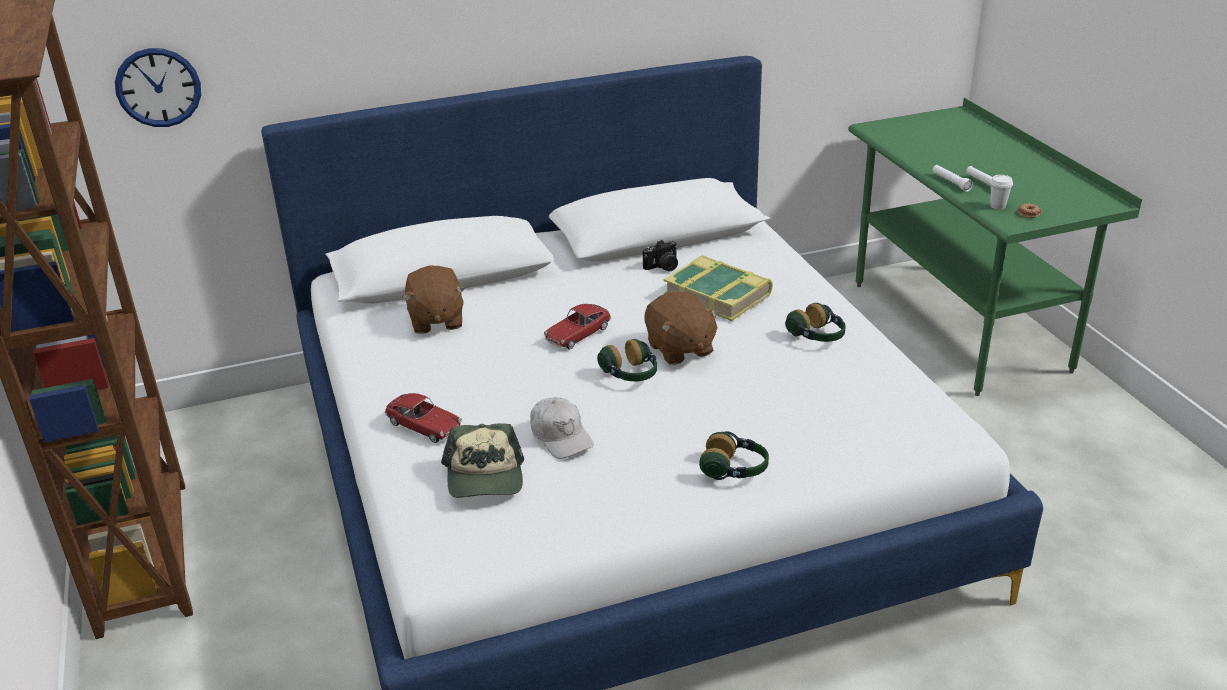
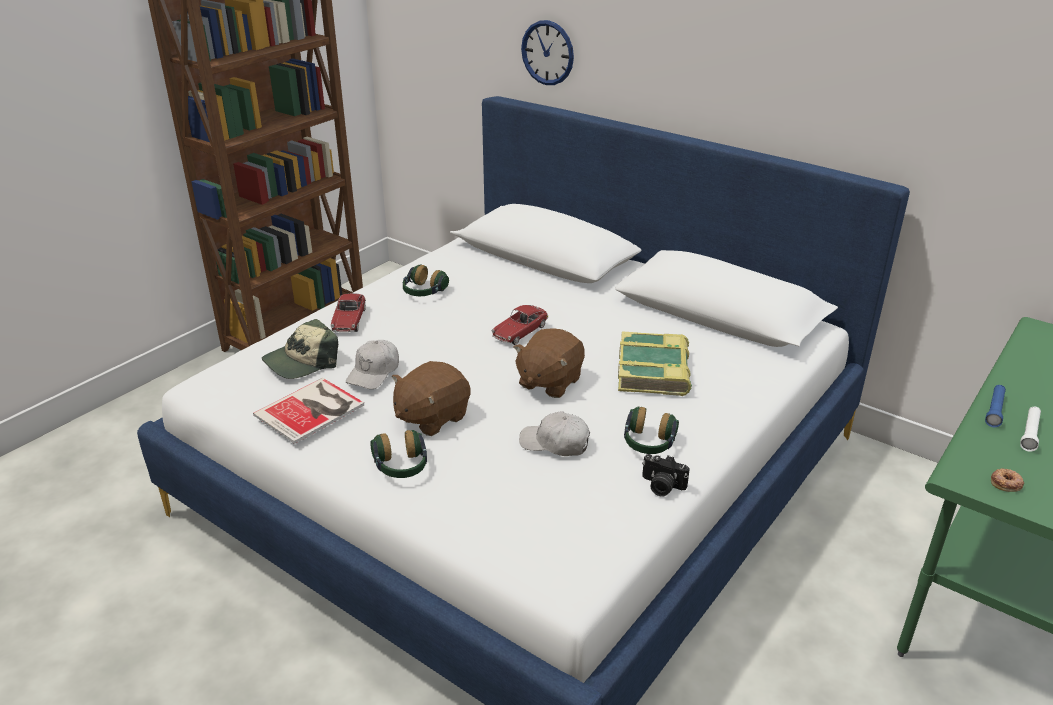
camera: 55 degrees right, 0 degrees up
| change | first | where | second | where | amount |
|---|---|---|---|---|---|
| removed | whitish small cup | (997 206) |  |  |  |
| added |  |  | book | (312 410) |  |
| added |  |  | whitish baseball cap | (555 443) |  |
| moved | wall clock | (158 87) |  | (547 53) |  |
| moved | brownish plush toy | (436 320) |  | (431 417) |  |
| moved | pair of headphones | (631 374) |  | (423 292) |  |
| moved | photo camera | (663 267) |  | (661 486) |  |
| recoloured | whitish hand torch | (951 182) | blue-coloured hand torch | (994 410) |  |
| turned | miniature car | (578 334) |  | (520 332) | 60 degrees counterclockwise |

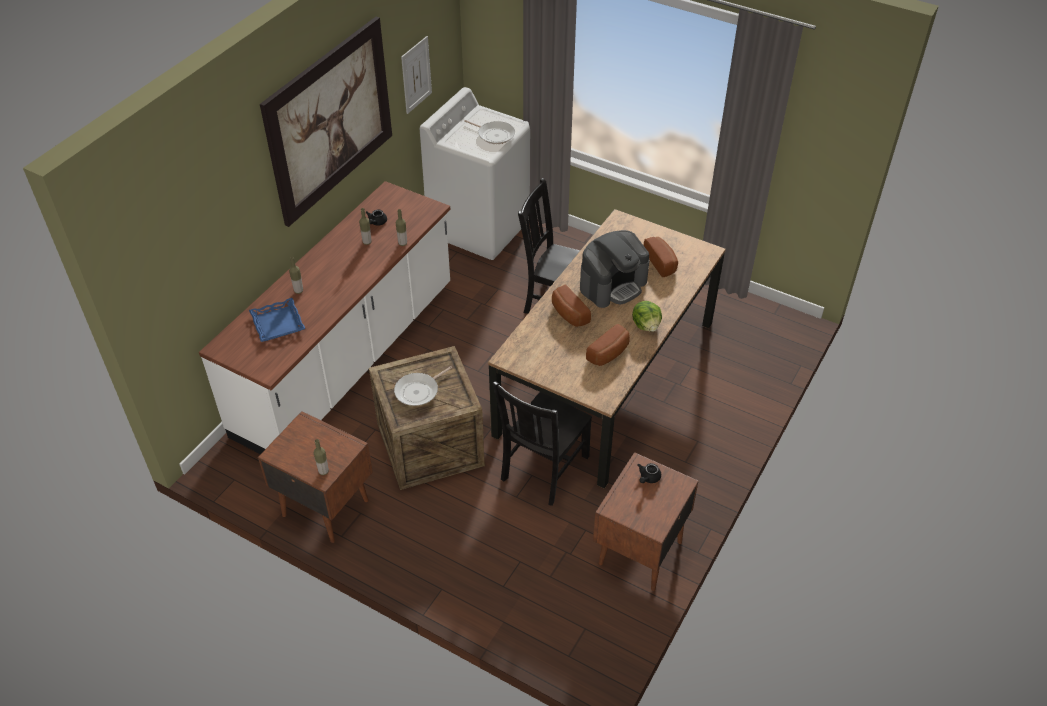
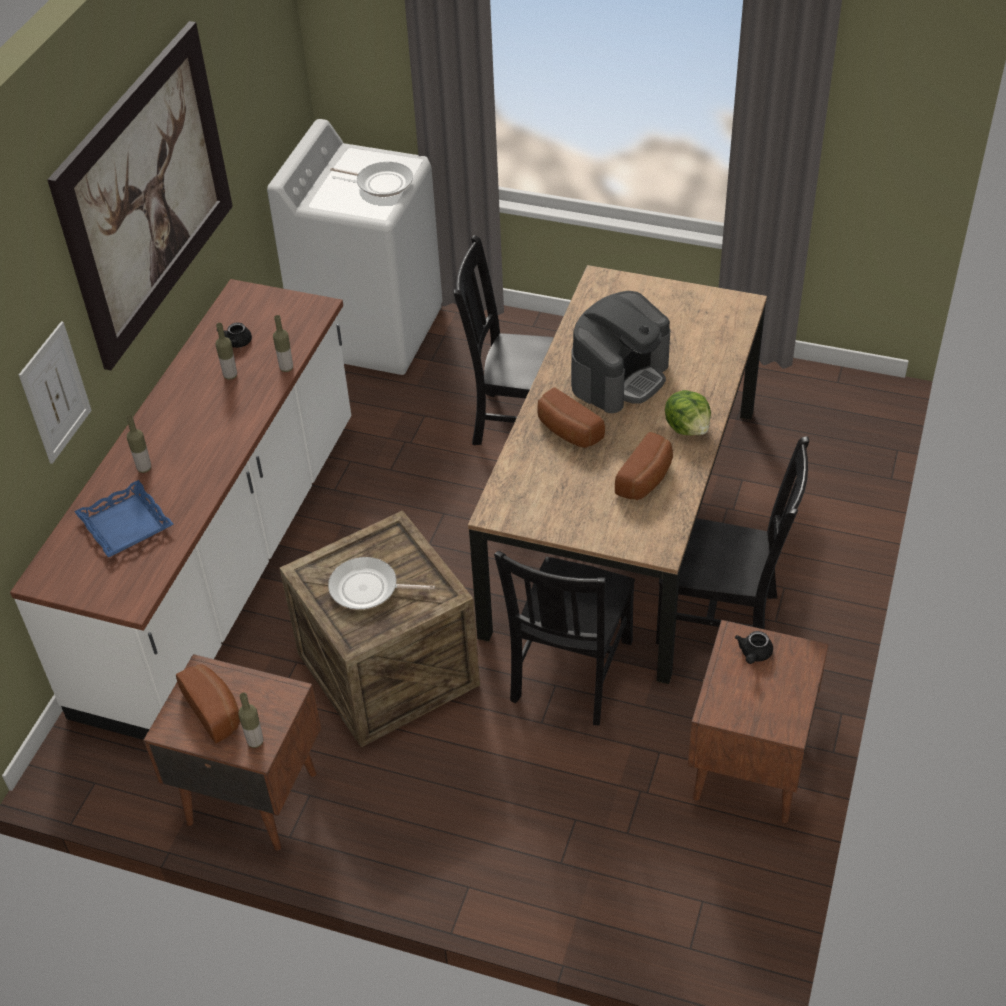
camera: 10 degrees left, 0 degrees up
| change | first | where | second | where | amount |
|---|---|---|---|---|---|
| added |  |  | black chair | (722 619) |  |
| moved | wall art | (416 75) |  | (55 393) |  |
| moved | baked bread | (662 262) |  | (215 710) |  |
| turned | frying pan | (419 391) |  | (368 589) | 60 degrees clockwise |

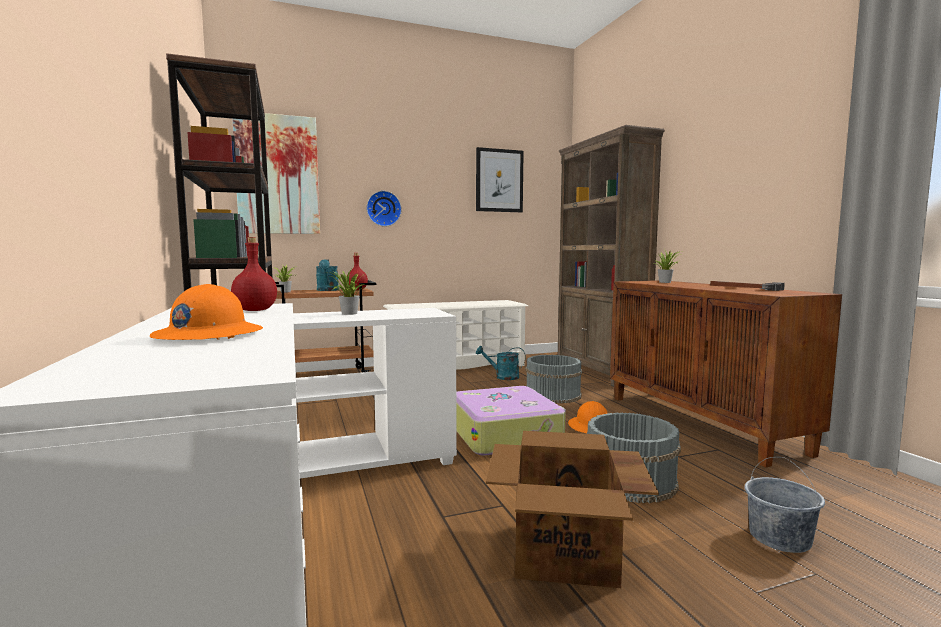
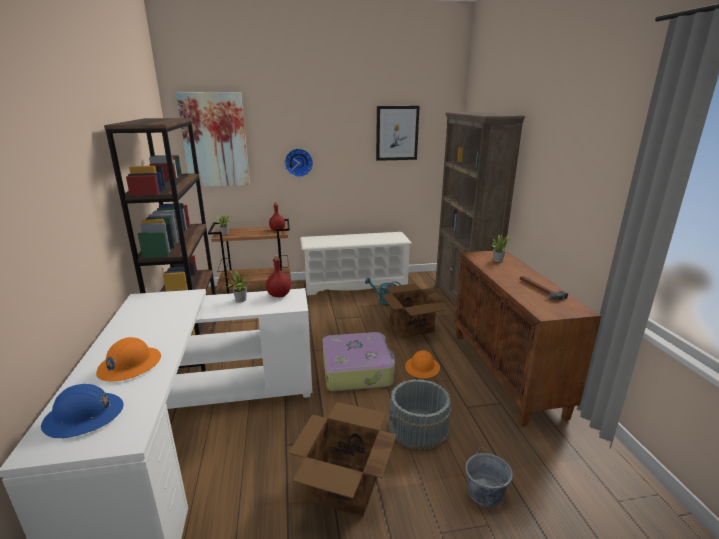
camera: 10 degrees right, 15 degrees up
| change | first | where | second | where | amount |
|---|---|---|---|---|---|
| removed | turquoise sprinkling can | (327 290) |  |  |  |
| added |  |  | blue-coloured hard hat | (84 416) |  |
| moved | red-coloured bottle | (256 310) |  | (279 295) |  |
| replaced | grey water bucket | (552 395) | cardboard box | (411 327) |  |

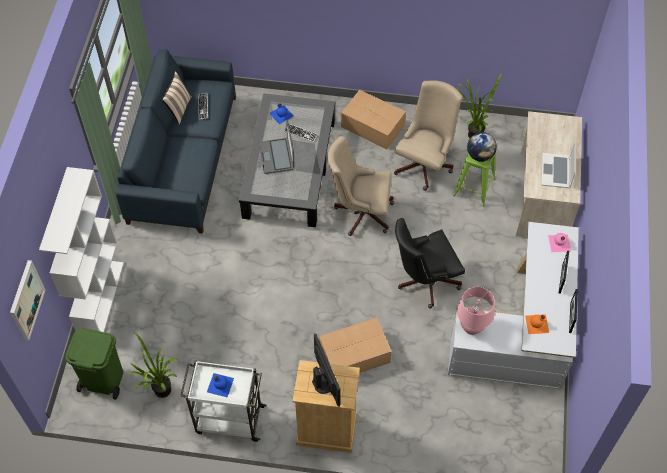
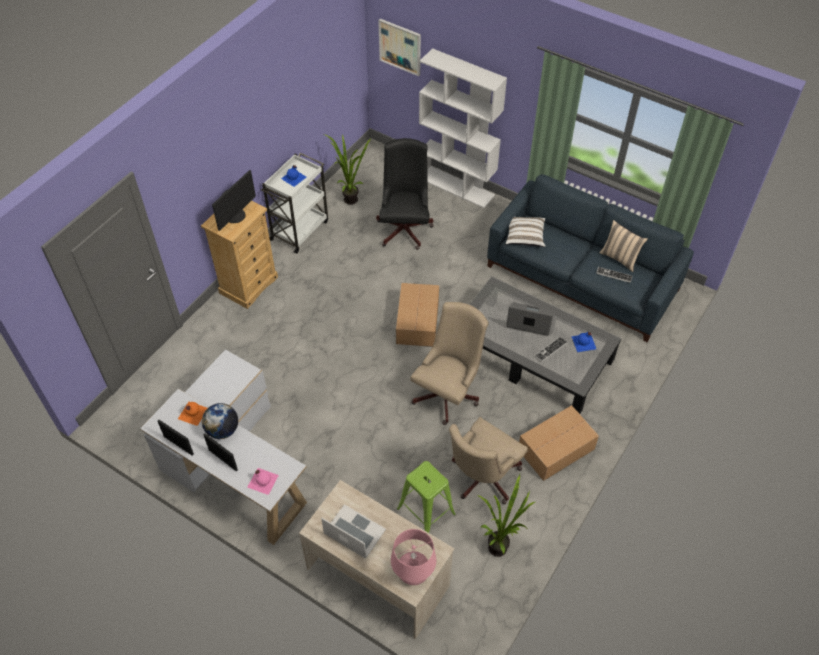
camera: 115 degrees right, 5 degrees down
| change | first | where | second | where | amount |
|---|---|---|---|---|---|
| removed | green rubbish bin | (103 379) |  |  |  |
| added |  |  | whitish throw pillow | (524 236) |  |
| moved | cardboard box | (353 355) |  | (418 321) |  |
| moved | black computer chair | (424 281) |  | (405 227) |  |
| moved | pinkish table lamp | (472 326) |  | (413 574) |  |
| moved | world globe | (480 155) |  | (223 430) |  |
| turned | computer display | (324 382) |  | (236 216) | 60 degrees counterclockwise |
| turned | sand-coloured computer chair | (425 163) |  | (481 478) | 75 degrees clockwise |

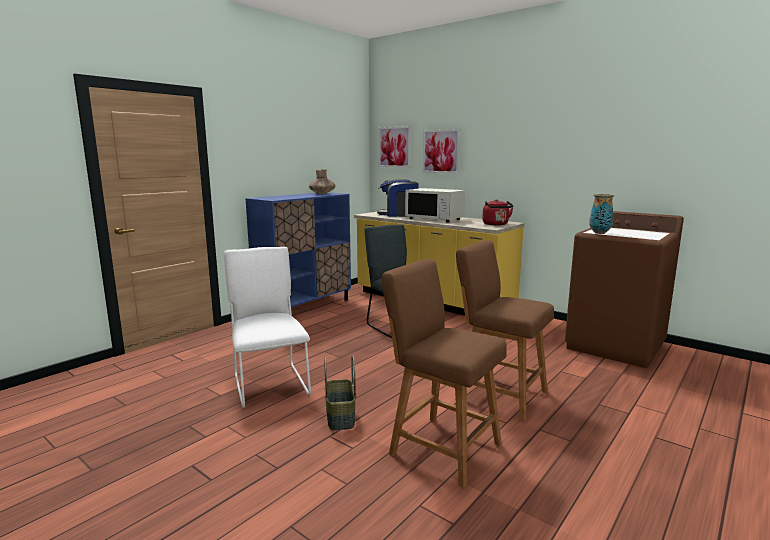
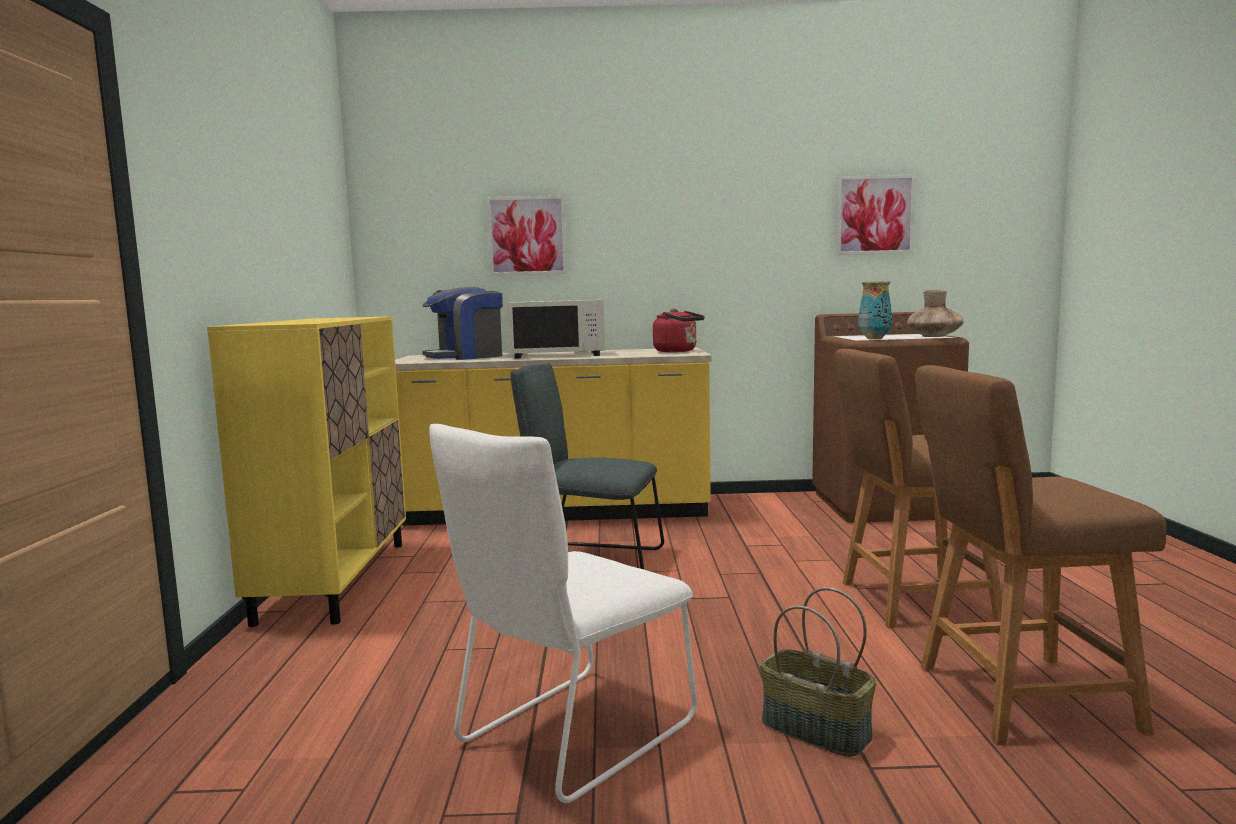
camera: 40 degrees left, 5 degrees down
| change | first | where | second | where | amount |
|---|---|---|---|---|---|
| moved | brownish vase | (322 193) |  | (934 336) |  |
| moved | wall art | (395 147) |  | (874 215) |  |
| recoloured | blue-coloured cupboard | (305 307) | yellow cupboard | (335 580) |  |
| turned | whitish chair | (269 383) |  | (569 736) | 75 degrees counterclockwise |

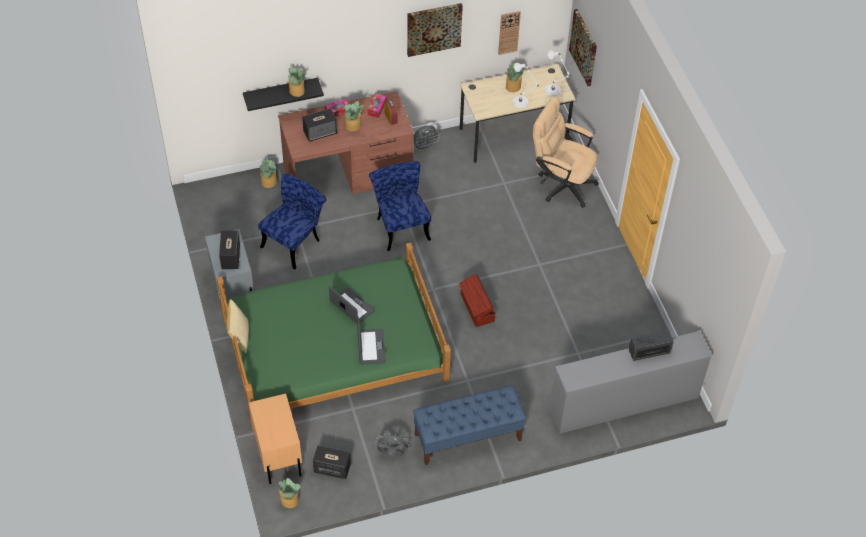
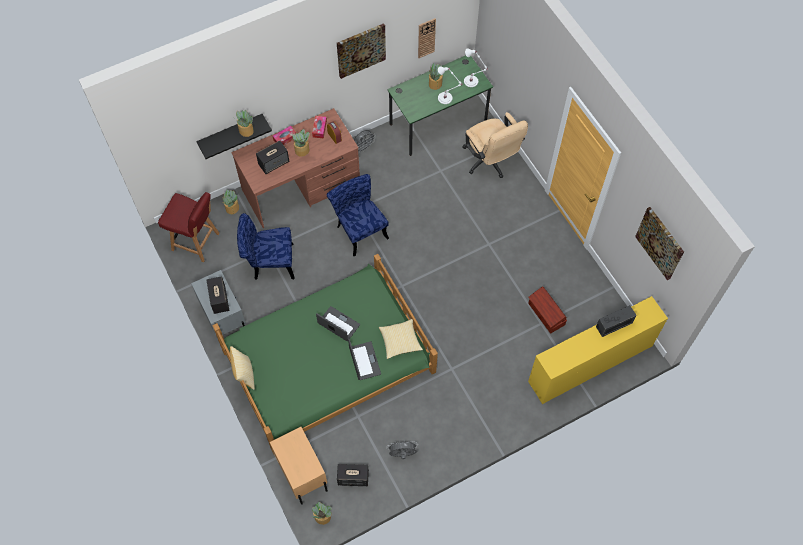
camera: 10 degrees left, 10 degrees up
| change | first | where | second | where | amount |
|---|---|---|---|---|---|
| removed | blue-coloured bench | (467 437) |  |  |  |
| added |  |  | red-coloured chair | (196 242) |  |
| added |  |  | throw pillow | (400 341) |  |
| moved | brownish storage container | (476 308) |  | (546 314) |  |
| moved | wall art | (584 47) |  | (660 243) |  |
| recoloured | sand-coloured desk unit | (513 135) | green desk unit | (438 122) |  |
| recoloured | grey chest of drawers | (623 403) | yellow chest of drawers | (590 363) |  |
| turned | blue-coloured chair | (295 241) |  | (269 262) | 120 degrees counterclockwise |
| turned | sand-coloured computer chair | (561 183) |  | (490 162) | 135 degrees counterclockwise |

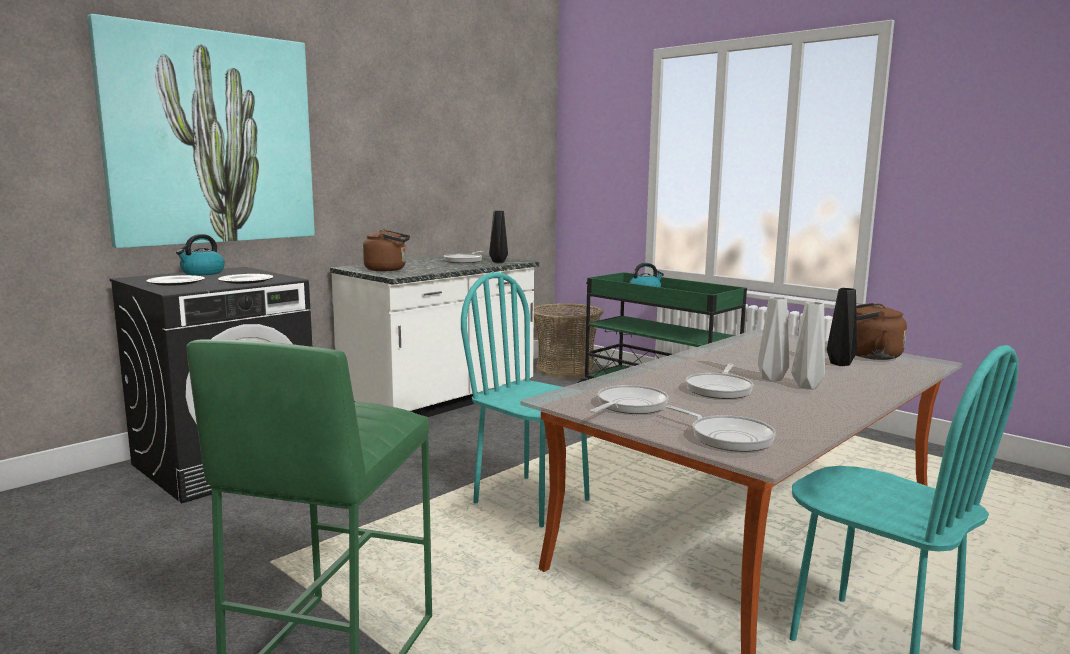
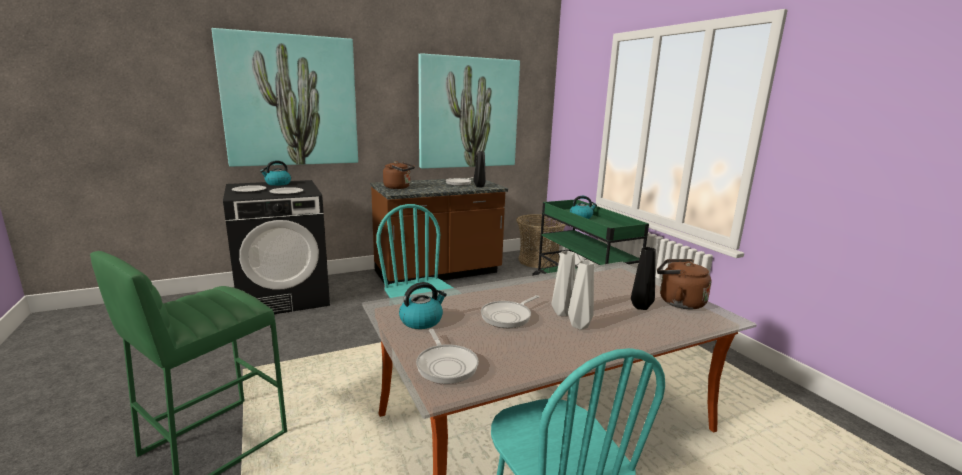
camera: 20 degrees right, 5 degrees up
| change | first | where | second | where | amount |
|---|---|---|---|---|---|
| added |  |  | wall art | (468 113) |  |
| replaced | frying pan | (629 405) | tea kettle | (421 320) |  |
| recoloured | whitish kitchen counter | (441 401) | brownish kitchen counter | (438 273) |  |

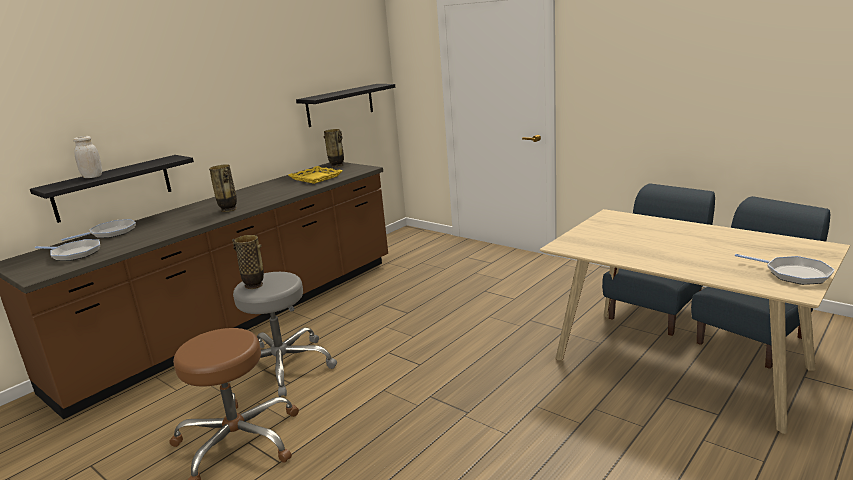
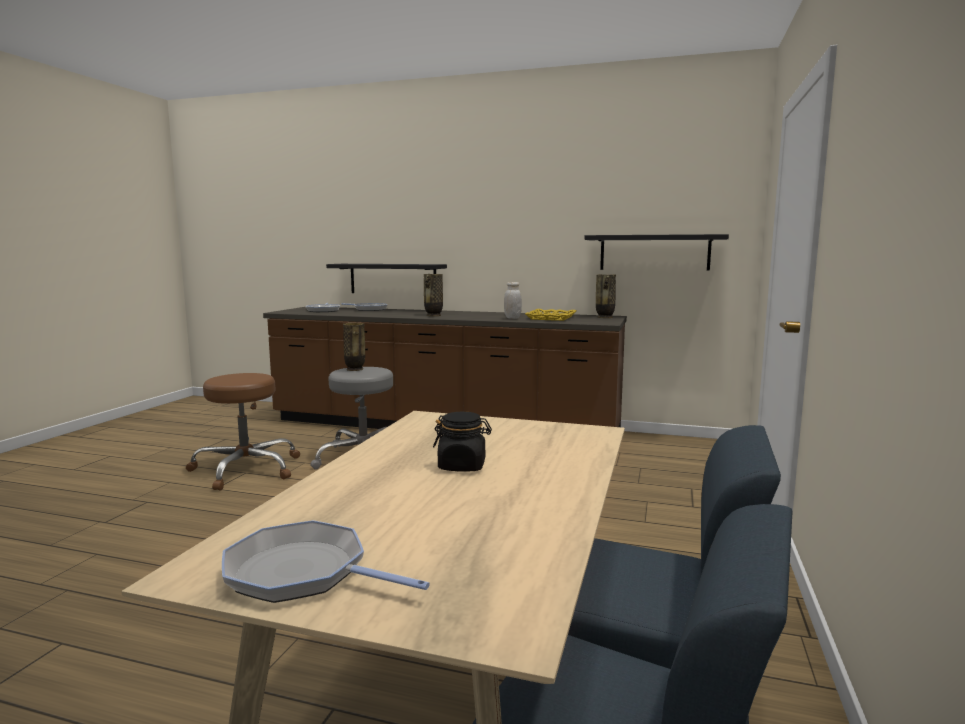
camera: 65 degrees right, 10 degrees down
| change | first | where | second | where | amount |
|---|---|---|---|---|---|
| added |  |  | black jar | (462 466) |  |
| moved | whitish jar | (92 177) |  | (512 318) |  |
| turned | frying pan | (794 274) |  | (303 573) | 90 degrees clockwise |

